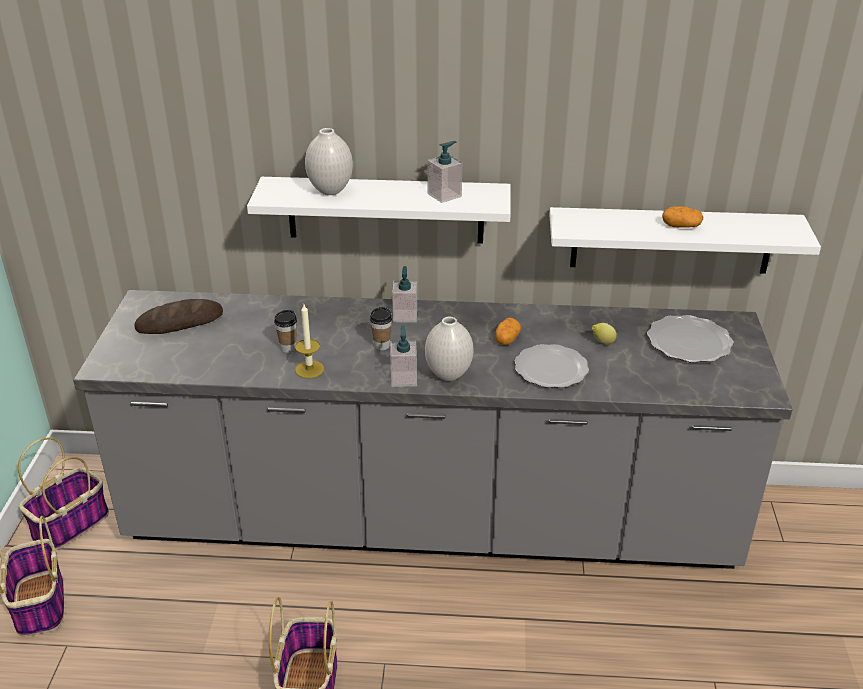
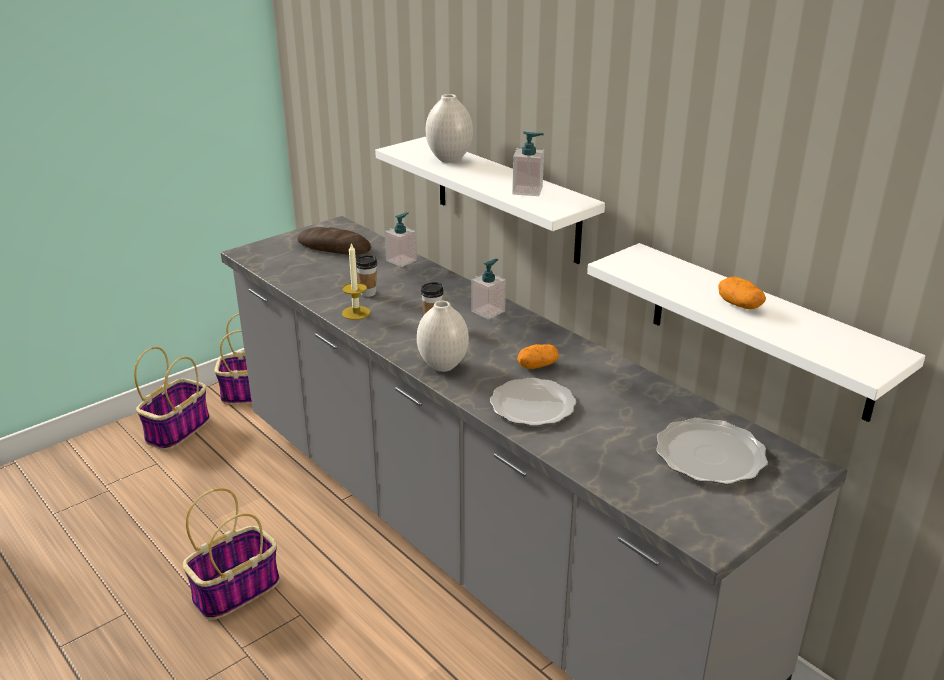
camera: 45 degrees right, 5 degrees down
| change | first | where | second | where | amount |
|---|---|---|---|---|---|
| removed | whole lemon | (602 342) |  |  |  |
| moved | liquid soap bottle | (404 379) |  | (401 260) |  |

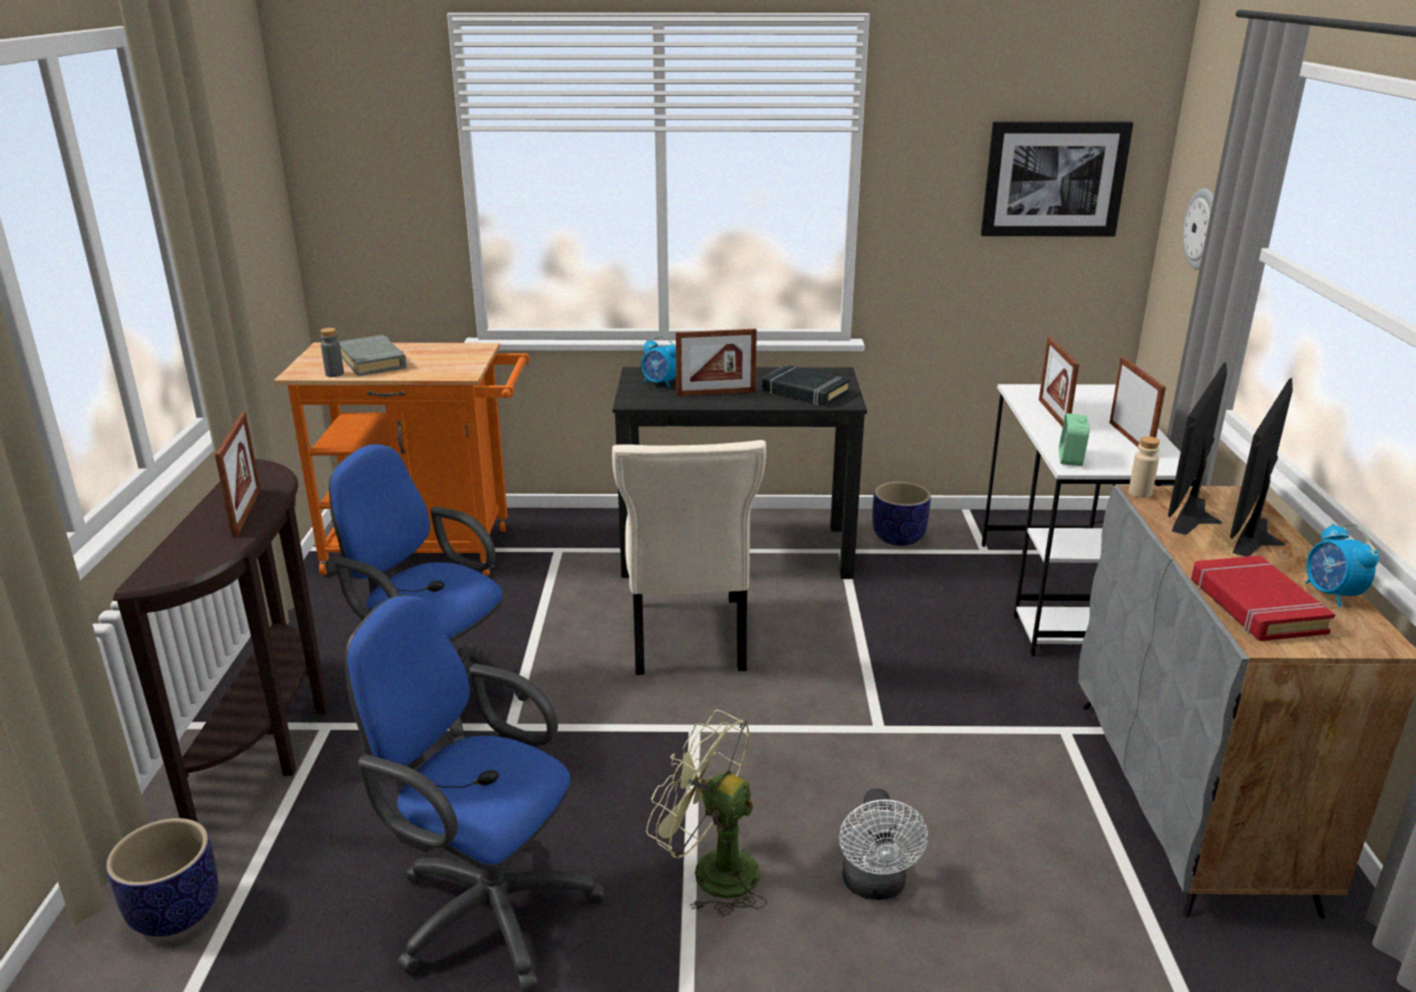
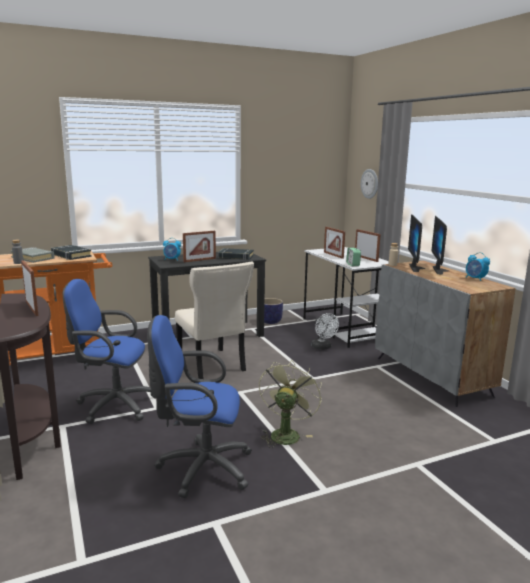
camera: 25 degrees left, 10 degrees down
| change | first | where | second | where | amount |
|---|---|---|---|---|---|
| removed | planter | (174 912) |  |  |  |
| removed | wall art | (1054 179) |  |  |  |
| removed | red-coloured book | (1255 606) |  |  |  |
| added |  |  | black book | (71 255) |  |
| moved | whitish cooling fan | (875 886) |  | (323 347) |  |
| turned | green cooling fan | (711 871) |  | (286 433) | 105 degrees clockwise |

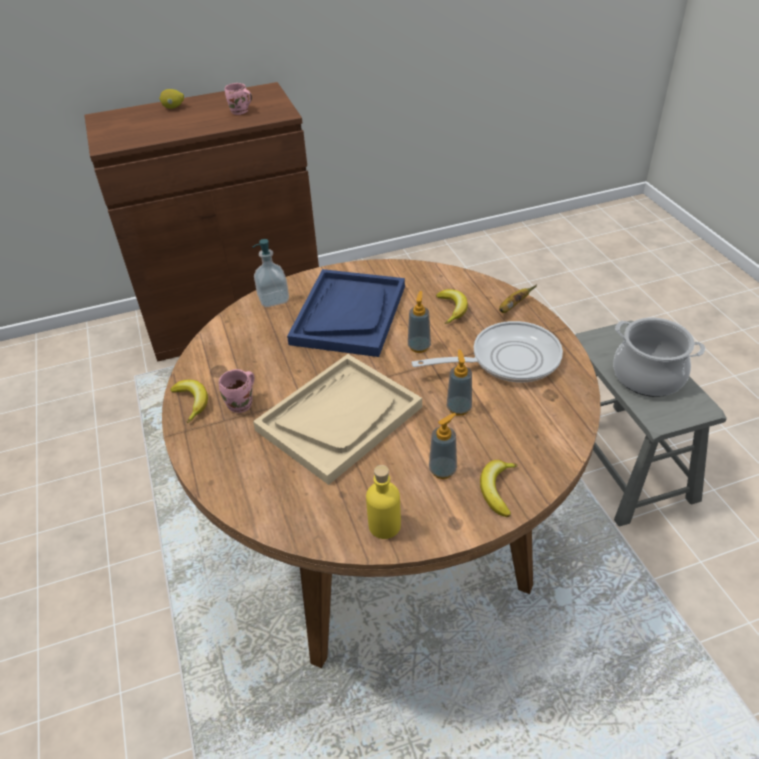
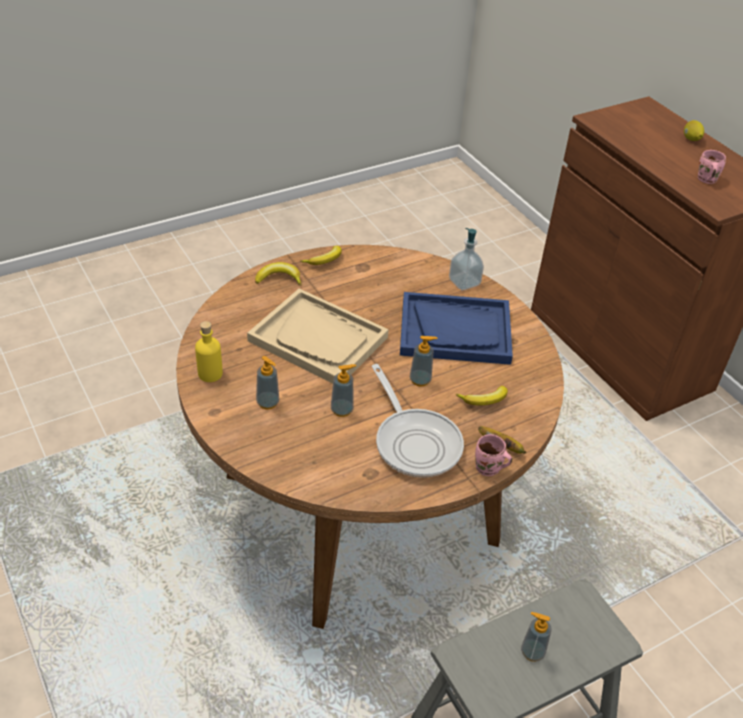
camera: 75 degrees right, 0 degrees up
| change | first | where | second | where | amount |
|---|---|---|---|---|---|
| moved | pinkish coffee mug | (242 404) |  | (488 469) |  |
| moved | banana fruit | (497 490) |  | (279 279) |  |
| replaced | saucepot | (648 376) | liquid soap bottle | (532 652) |  |

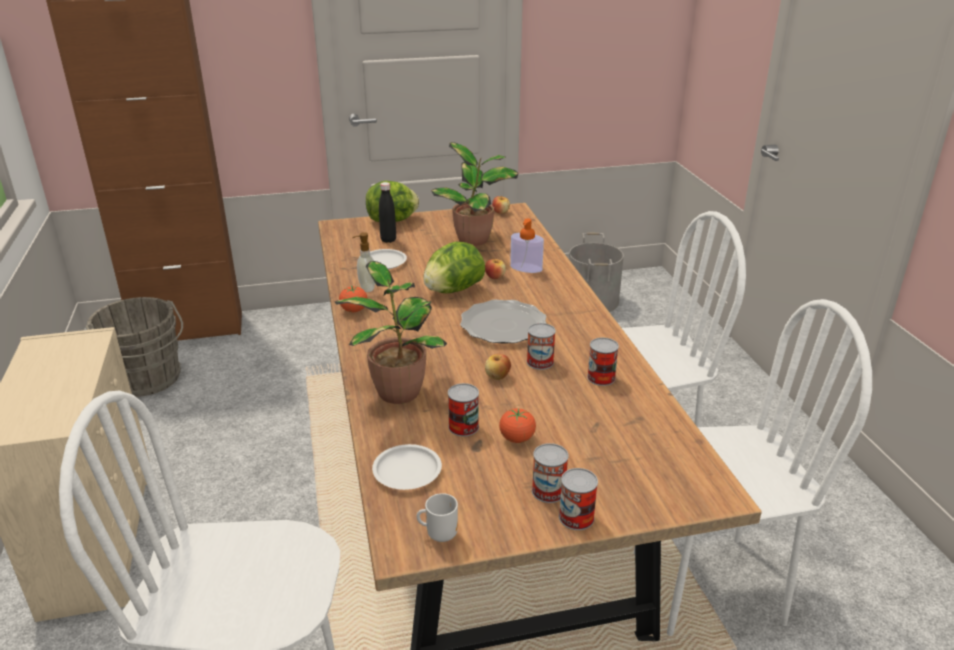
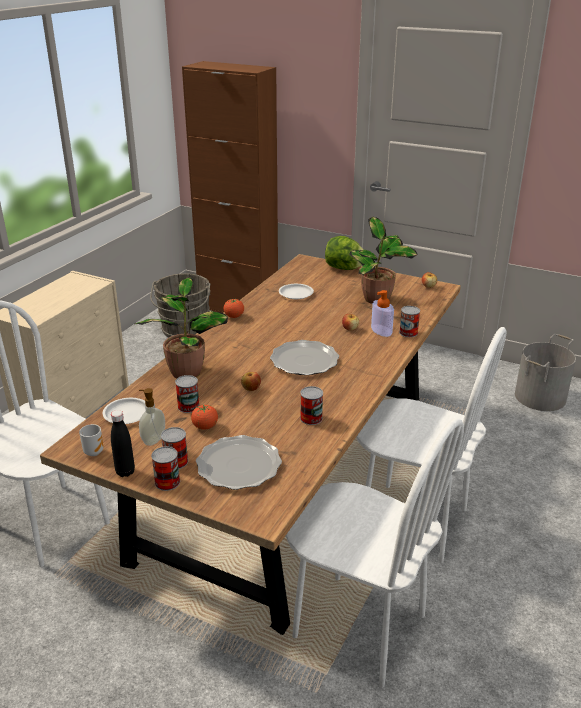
camera: 40 degrees right, 0 degrees up
| change | first | where | second | where | amount |
|---|---|---|---|---|---|
| removed | head of lettuce | (453 290) |  |  |  |
| added |  |  | plate | (238 466) |  |
| moved | liquid soap bottle | (366 288) |  | (153 440) |  |
| moved | black bottle | (388 240) |  | (125 472) |  |
| moved | metal can | (540 362) |  | (408 333) |  |

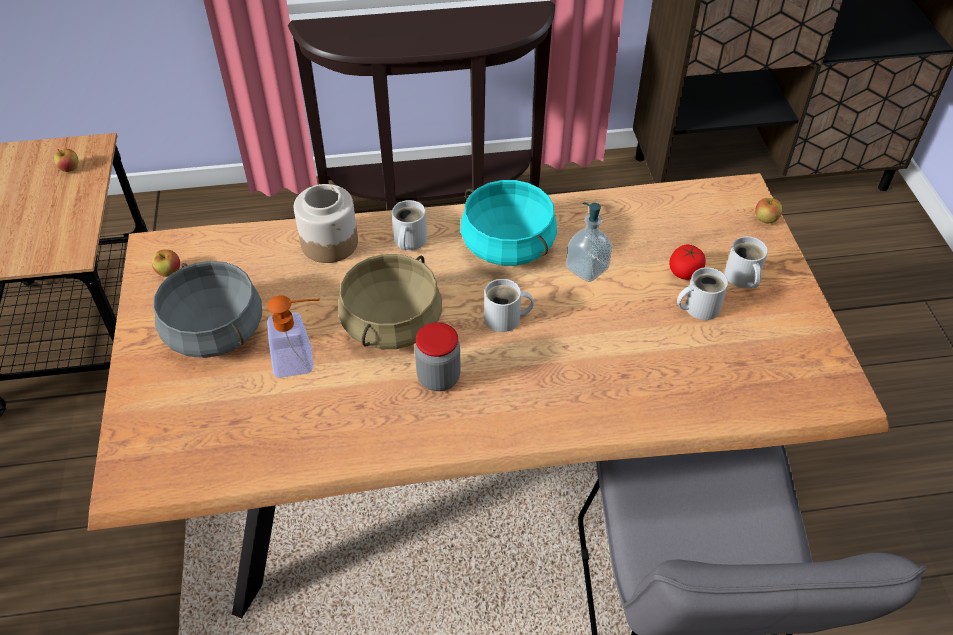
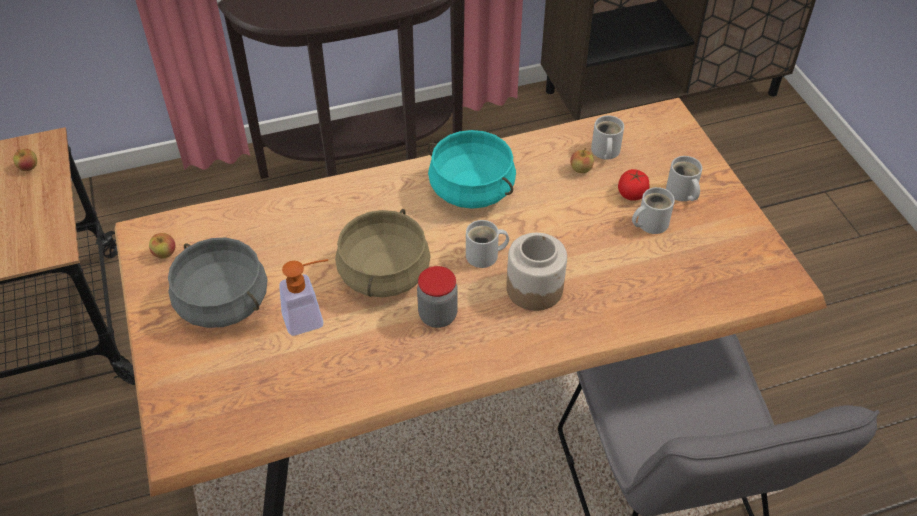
camera: 10 degrees left, 0 degrees up
| change | first | where | second | where | amount |
|---|---|---|---|---|---|
| removed | liquid soap bottle | (587 268) |  |  |  |
| moved | jar | (330 242) |  | (534 288) |  |
| moved | whitish coffee mug | (408 241) |  | (604 152) |  |
| moved | apple fruit | (765 219) |  | (580 169) |  |

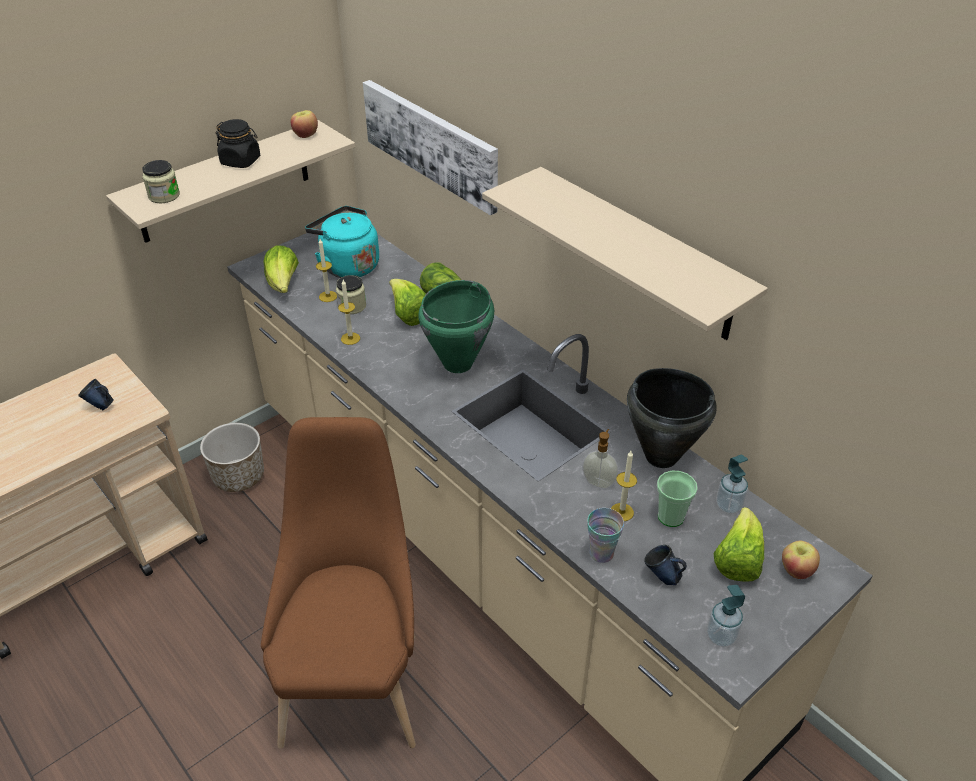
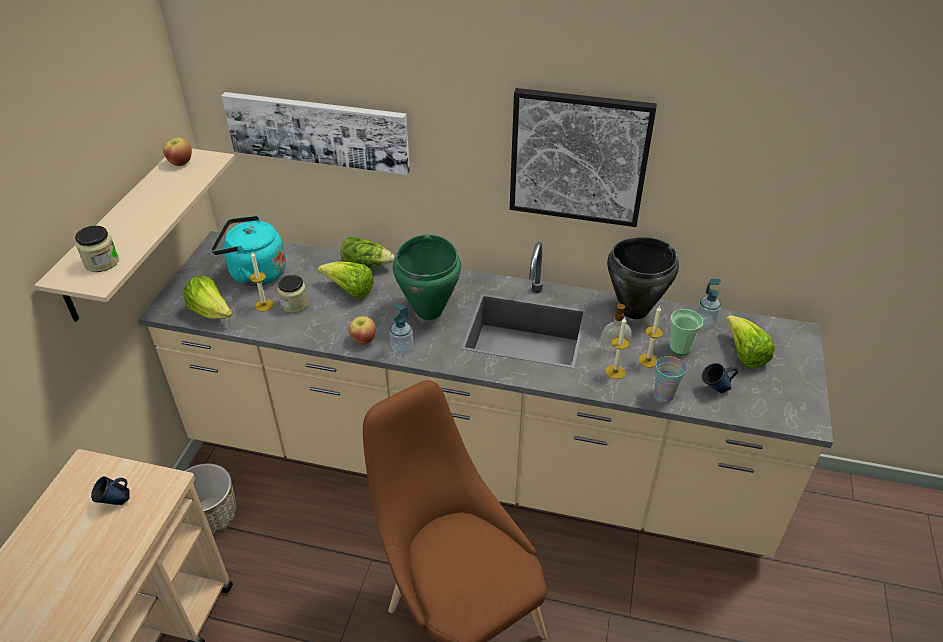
camera: 35 degrees left, 0 degrees up
| change | first | where | second | where | amount |
|---|---|---|---|---|---|
| removed | black jar | (241 161) |  |  |  |
| moved | wax candle | (350 338) |  | (615 372) |  |
| moved | liquid soap bottle | (721 636) |  | (402 349) |  |
| moved | apple fruit | (796 570) |  | (363 339) |  |
| replaced | sand-coloured wall shelf | (640 254) | wall art | (579 157) |  |

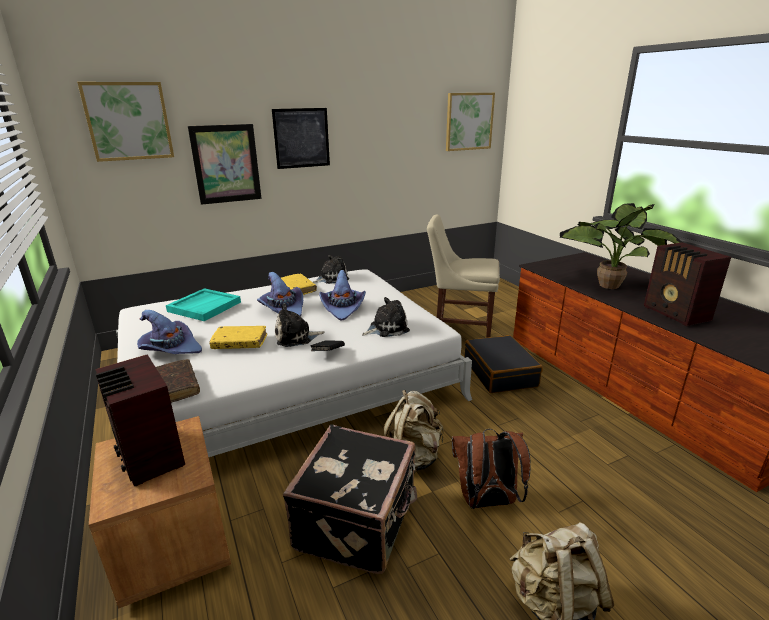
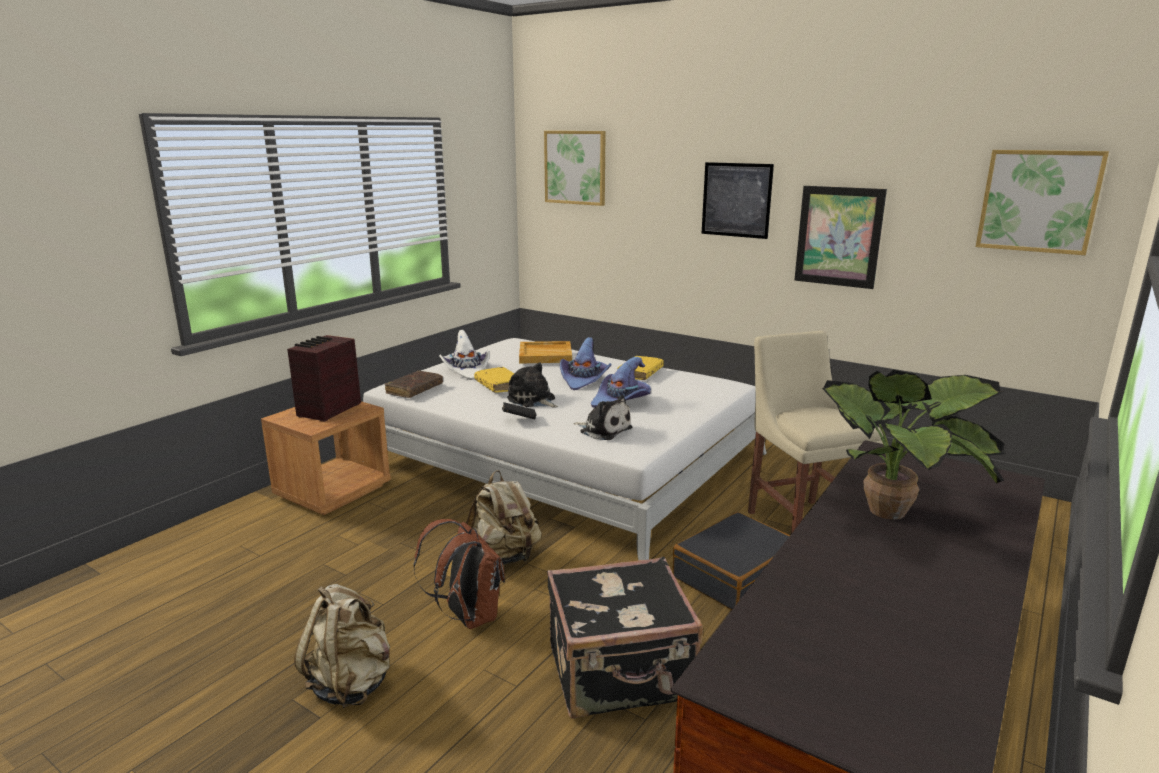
camera: 60 degrees right, 5 degrees down
| change | first | where | second | where | amount |
|---|---|---|---|---|---|
| removed | plush toy | (331 278) |  |  |  |
| removed | radio receiver | (676 314) |  |  |  |
| moved | wall art | (226 164) |  | (838 236) |  |
| moved | black piece of luggage | (358 521) |  | (620 674) |  |
| recoloured | purple-coloured hat | (170 348) | whitish hat | (466 370) |  |
| recoloured | turquoise serving tray | (204 306) | sand-coloured serving tray | (546 355) |  |

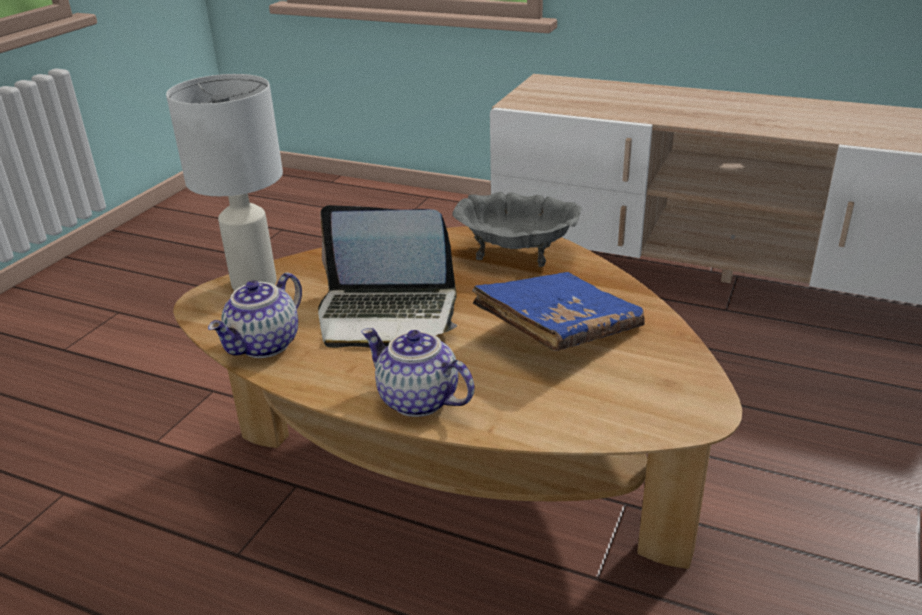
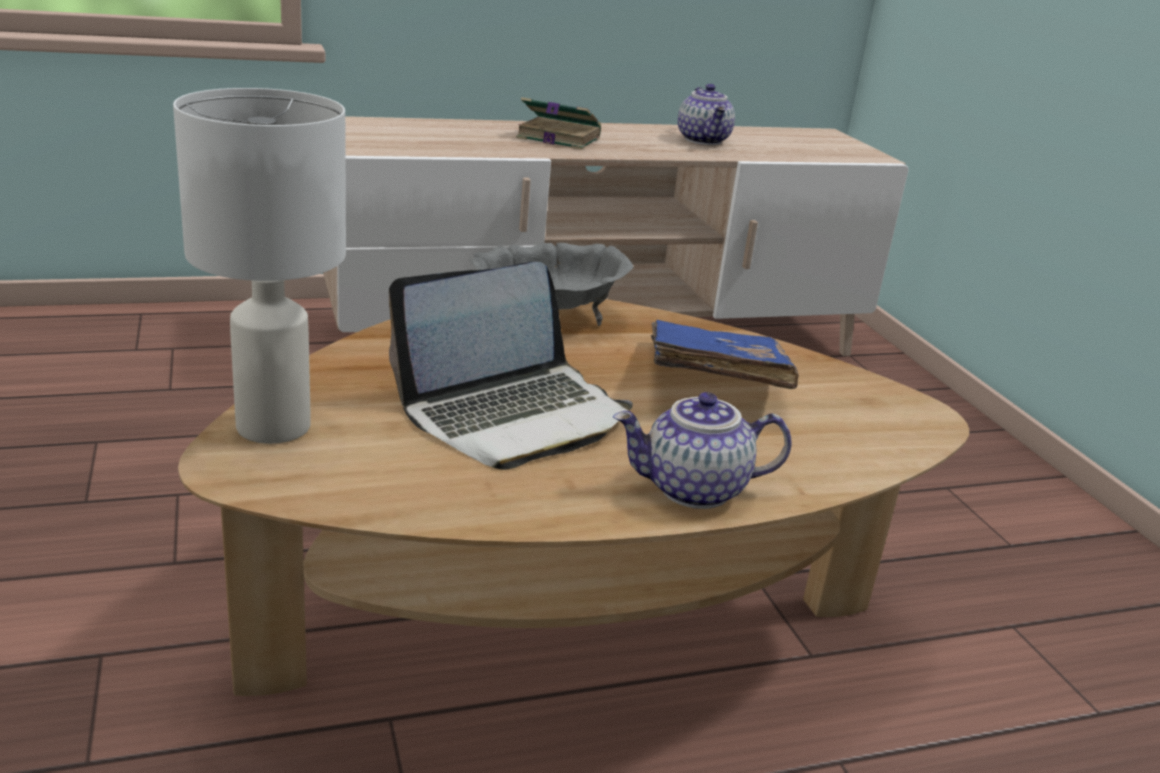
camera: 45 degrees left, 5 degrees down
| change | first | where | second | where | amount |
|---|---|---|---|---|---|
| added |  |  | book | (556 137) |  |
| moved | tea pot | (265 345) |  | (704 141) |  |

